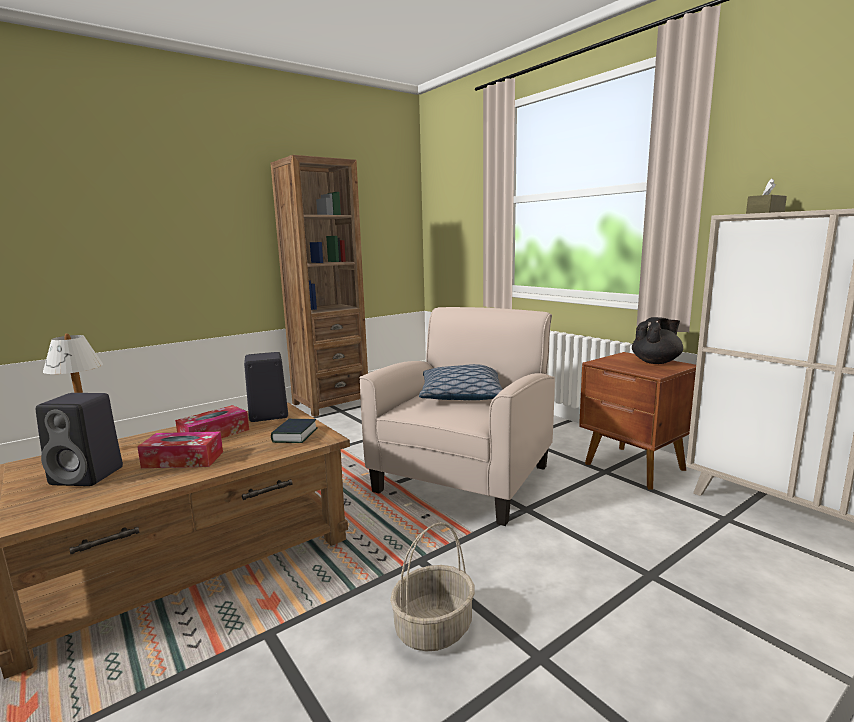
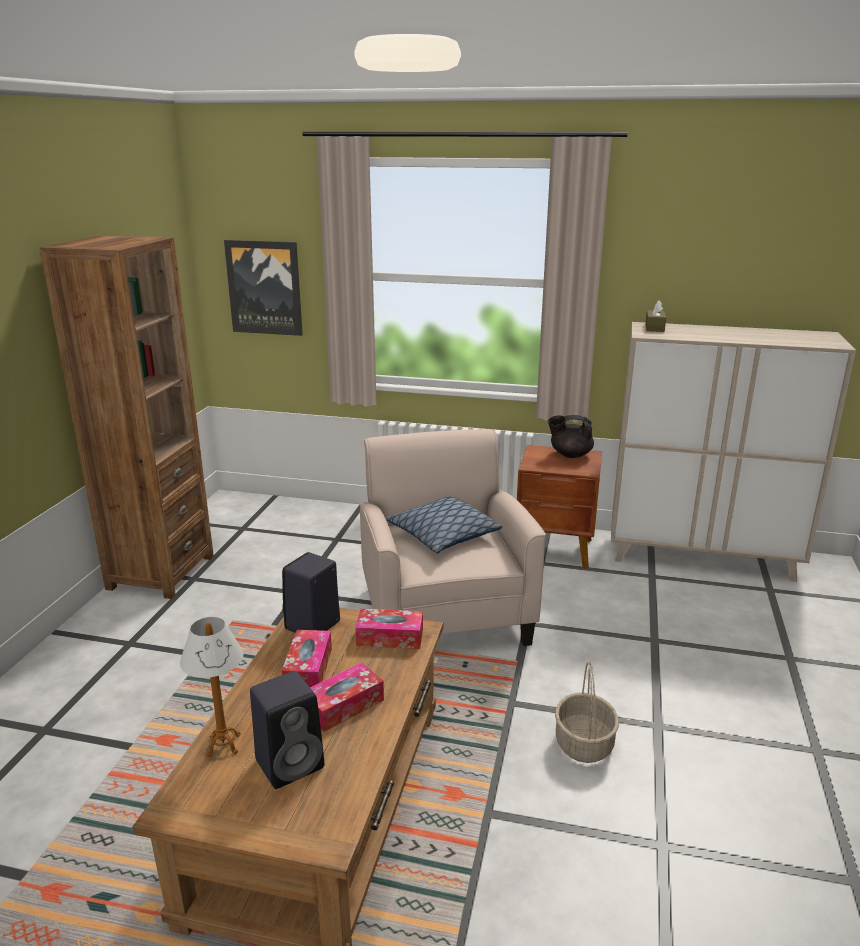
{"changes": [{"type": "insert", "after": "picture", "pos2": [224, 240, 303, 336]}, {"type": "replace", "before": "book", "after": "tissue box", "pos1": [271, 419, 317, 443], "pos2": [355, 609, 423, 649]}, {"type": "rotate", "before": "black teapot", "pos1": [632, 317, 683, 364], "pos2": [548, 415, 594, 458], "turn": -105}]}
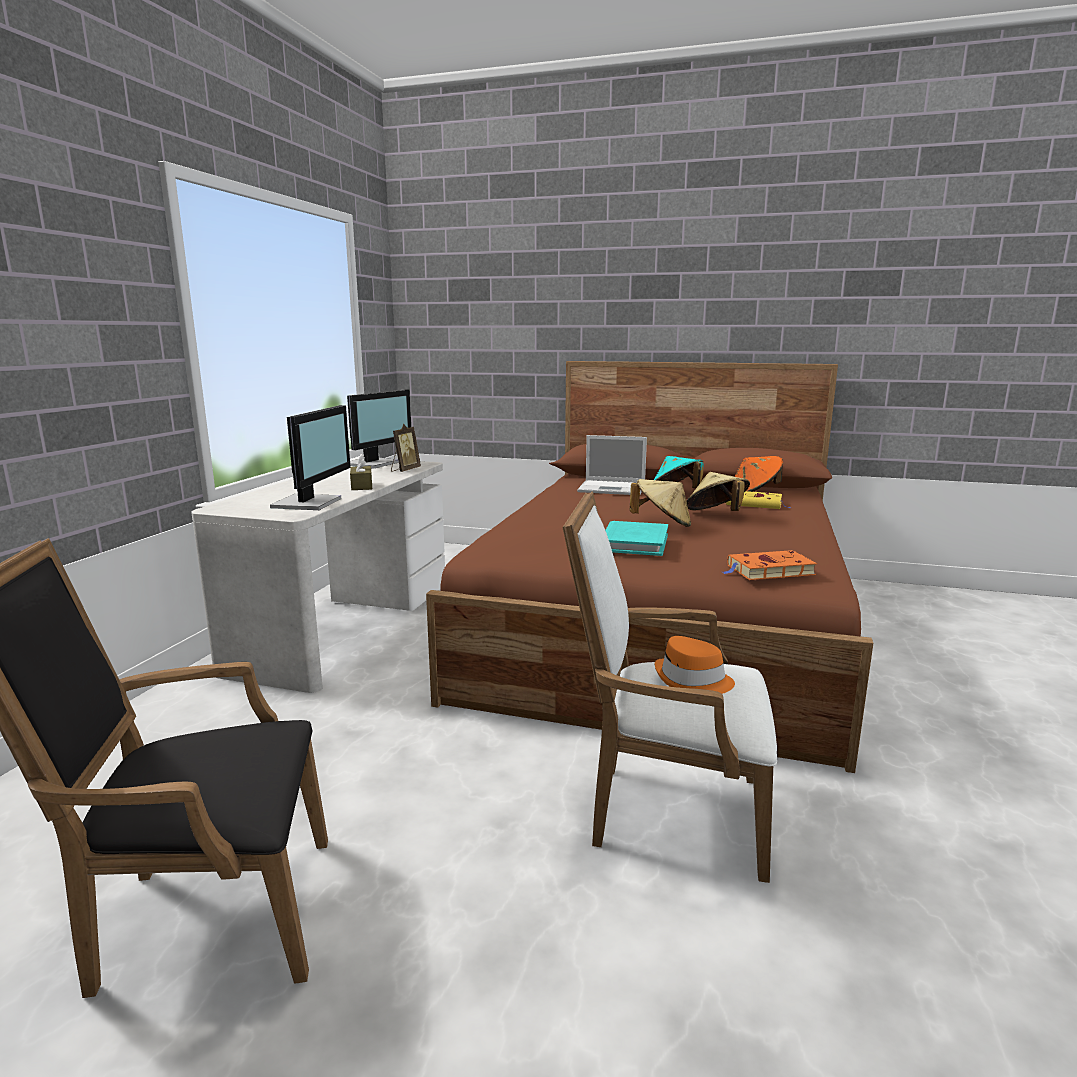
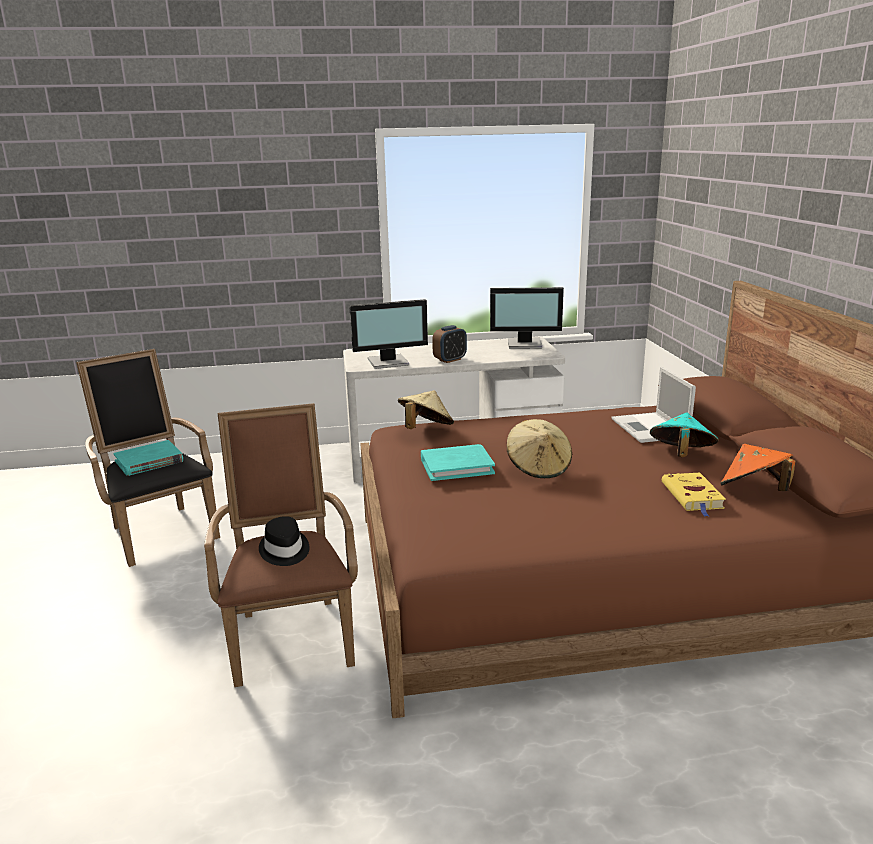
{"changes": [{"type": "insert", "after": "turquoise book", "pos2": [114, 440, 183, 476]}, {"type": "recolor", "before": "white armchair", "after": "brown armchair", "pos1": [562, 491, 777, 883], "pos2": [204, 403, 358, 687]}, {"type": "recolor", "before": "orange hat", "after": "black hat", "pos1": [655, 636, 735, 694], "pos2": [259, 516, 309, 566]}, {"type": "move", "before": "beige hat", "pos1": [686, 472, 750, 511], "pos2": [398, 391, 454, 429]}, {"type": "replace", "before": "brown tissue box", "after": "alarm clock", "pos1": [350, 454, 372, 490], "pos2": [432, 325, 467, 363]}, {"type": "delete", "before": "picture frame", "pos1": [391, 424, 421, 472]}, {"type": "delete", "before": "orange book", "pos1": [723, 550, 817, 580]}]}
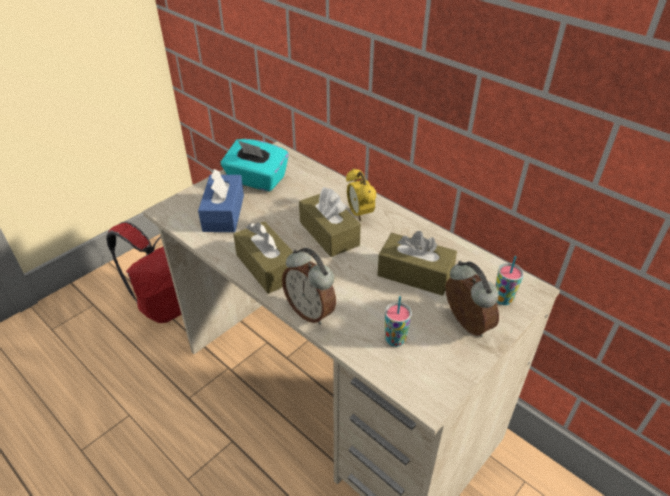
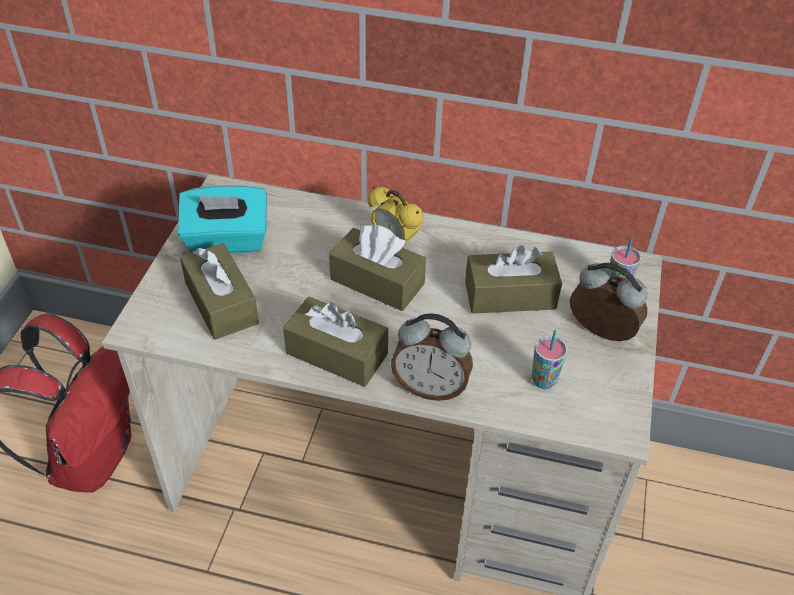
{"changes": [{"type": "recolor", "before": "blue tissue box", "after": "brown tissue box", "pos1": [198, 169, 244, 232], "pos2": [180, 243, 259, 340]}]}
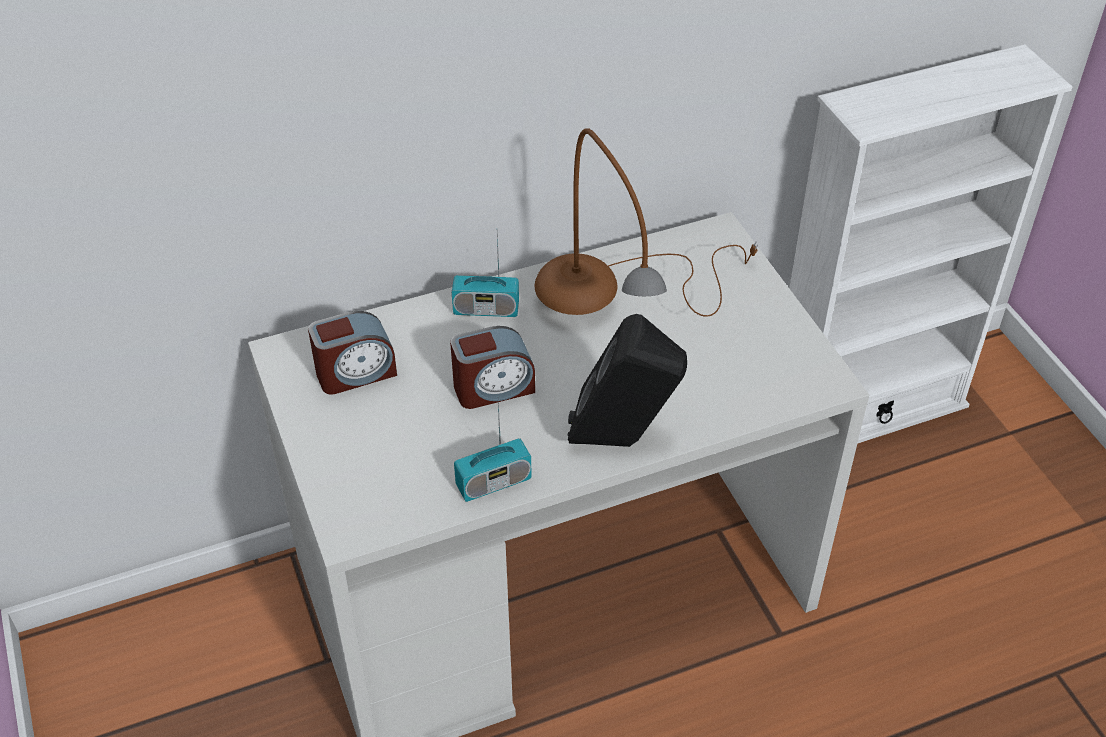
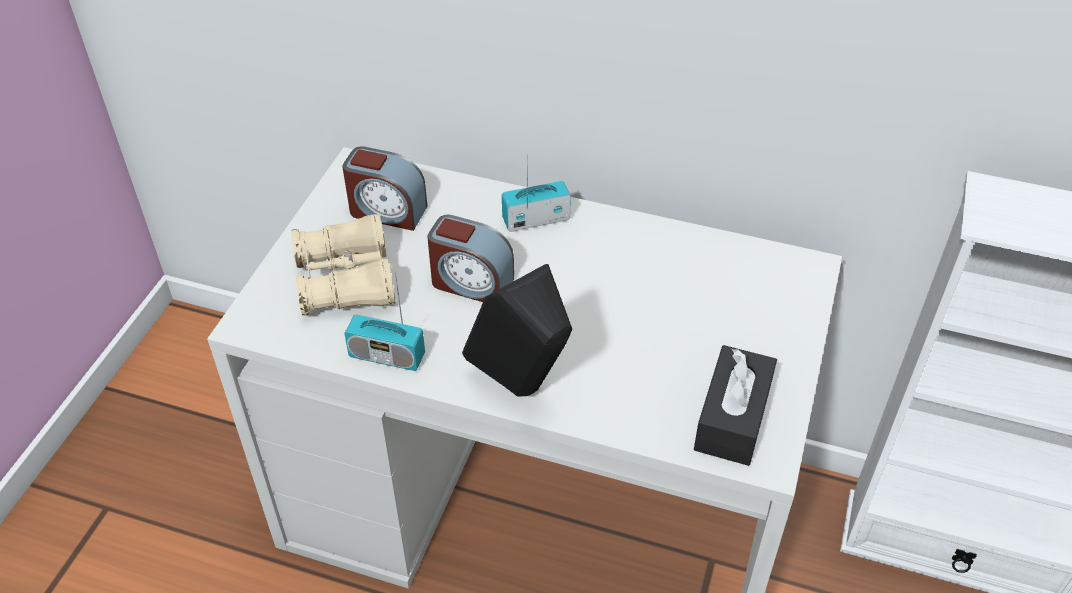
{"changes": [{"type": "insert", "after": "beige binoculars", "pos2": [291, 214, 395, 316]}, {"type": "rotate", "before": "radio", "pos1": [452, 237, 519, 317], "pos2": [502, 173, 571, 232], "turn": 120}, {"type": "insert", "after": "black tissue box", "pos2": [694, 345, 777, 466]}, {"type": "delete", "before": "brown table lamp", "pos1": [535, 128, 758, 317]}]}
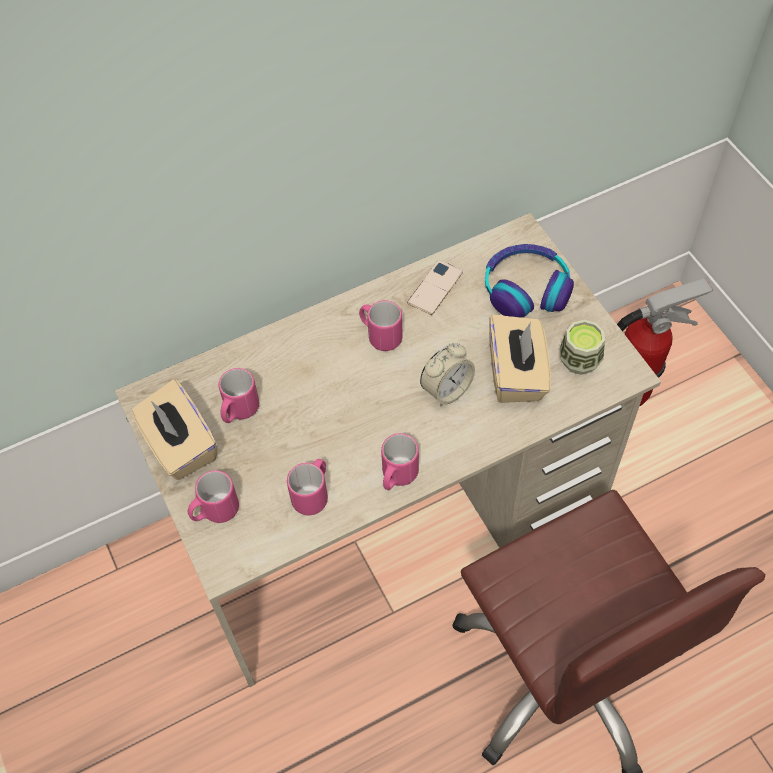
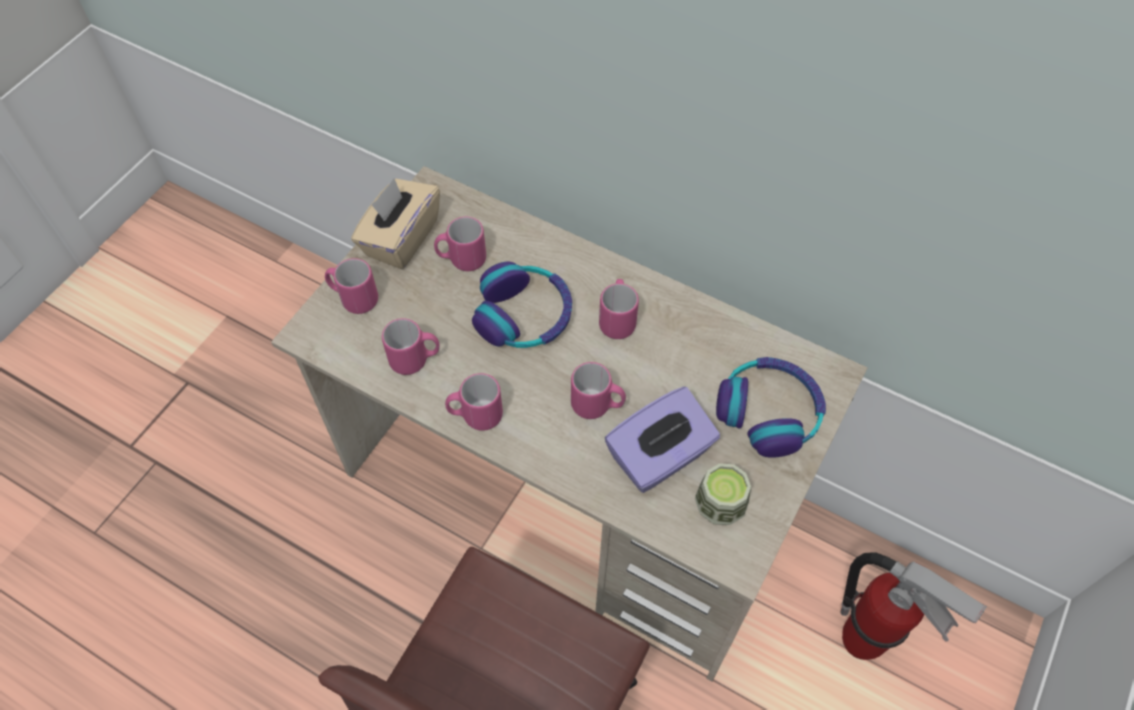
{"changes": [{"type": "insert", "after": "headphones", "pos2": [472, 262, 572, 348]}, {"type": "replace", "before": "alarm clock", "after": "pink mug", "pos1": [420, 343, 475, 406], "pos2": [571, 362, 626, 419]}, {"type": "recolor", "before": "beige tissue box", "after": "purple tissue box", "pos1": [489, 315, 551, 403], "pos2": [605, 387, 720, 493]}, {"type": "delete", "before": "phone", "pos1": [407, 260, 463, 315]}]}
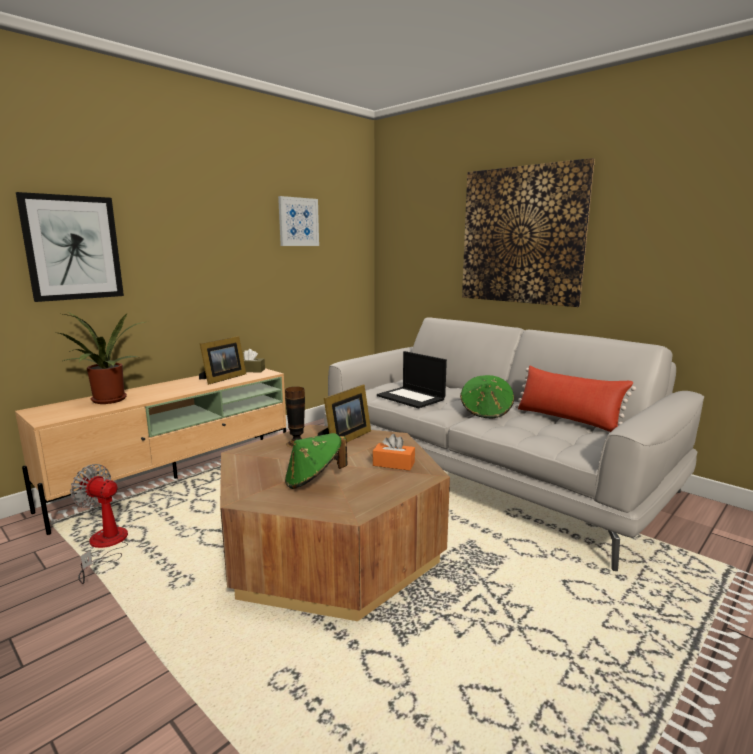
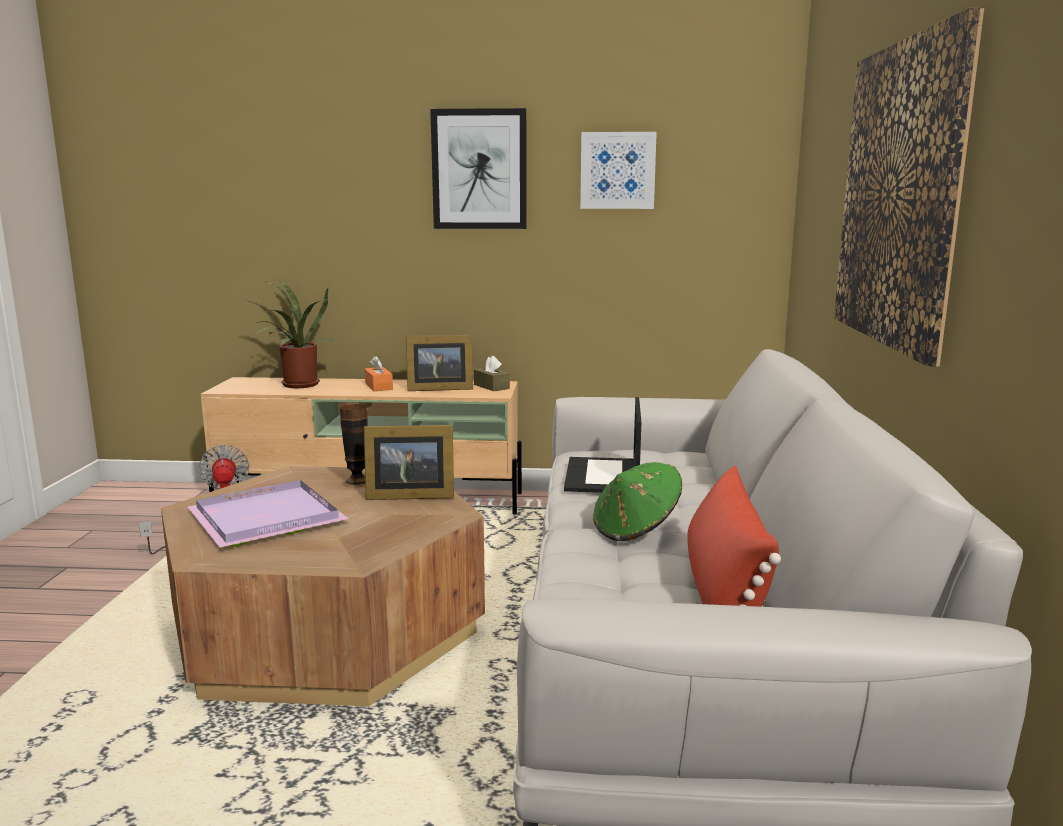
{"changes": [{"type": "replace", "before": "green hat", "after": "purple tray", "pos1": [285, 433, 348, 489], "pos2": [188, 480, 349, 548]}, {"type": "move", "before": "orange tissue box", "pos1": [373, 434, 415, 471], "pos2": [365, 356, 393, 391]}, {"type": "move", "before": "picture", "pos1": [16, 192, 124, 302], "pos2": [430, 108, 527, 229]}]}
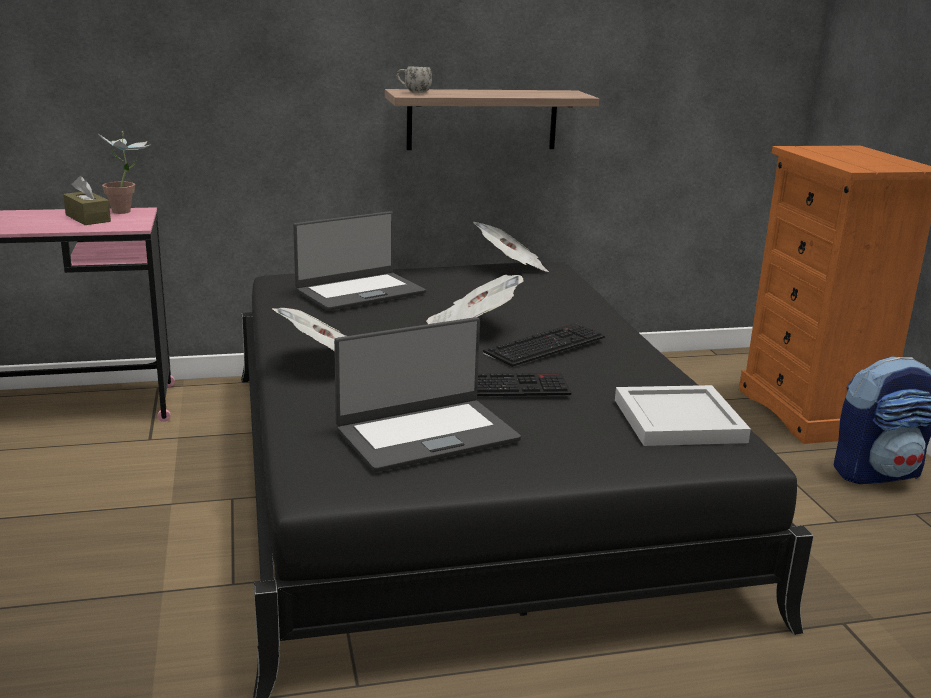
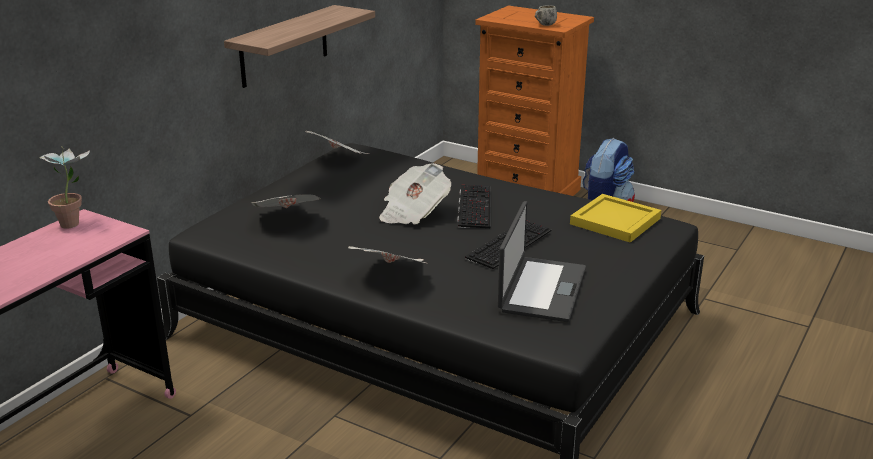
{"changes": [{"type": "replace", "before": "laptop", "after": "newspaper", "pos1": [293, 211, 426, 311], "pos2": [251, 195, 321, 208]}, {"type": "move", "before": "white mug", "pos1": [397, 66, 432, 93], "pos2": [535, 5, 557, 26]}, {"type": "recolor", "before": "white tray", "after": "yellow tray", "pos1": [615, 385, 751, 446], "pos2": [570, 194, 661, 243]}, {"type": "delete", "before": "brown tissue box", "pos1": [63, 176, 111, 225]}]}
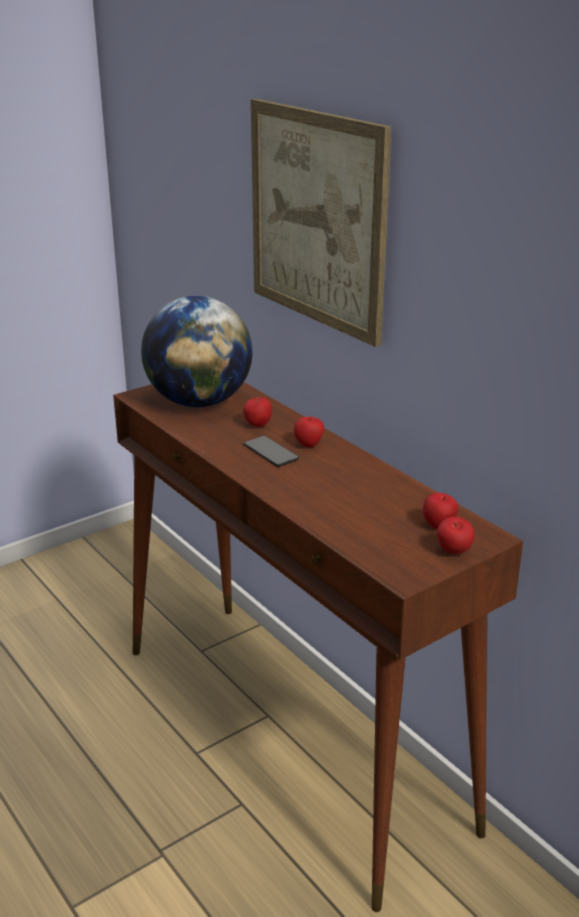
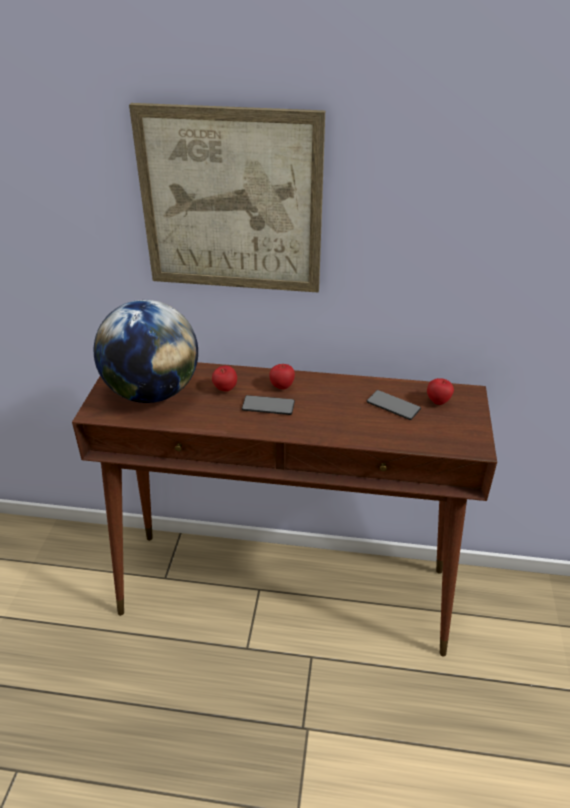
{"changes": [{"type": "insert", "after": "phone", "pos2": [367, 390, 421, 420]}, {"type": "delete", "before": "apple", "pos1": [437, 517, 474, 554]}]}
